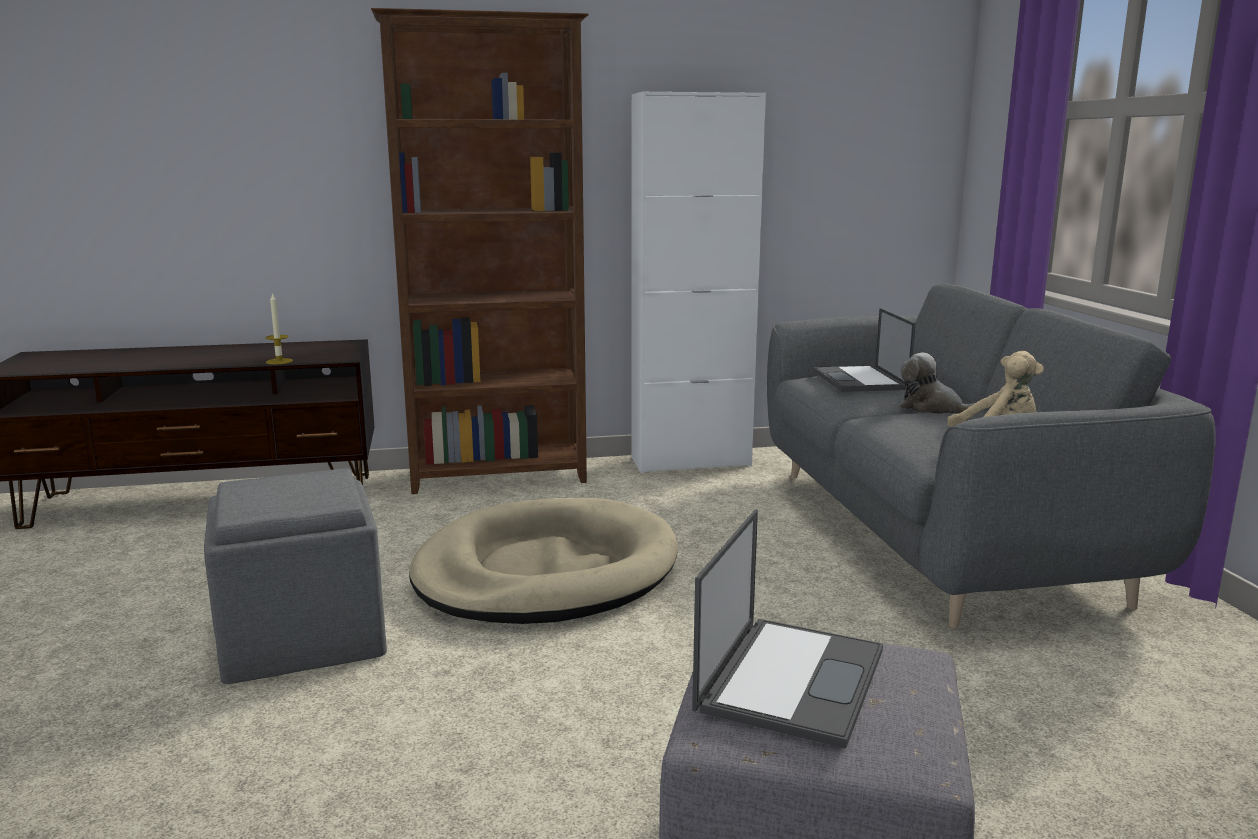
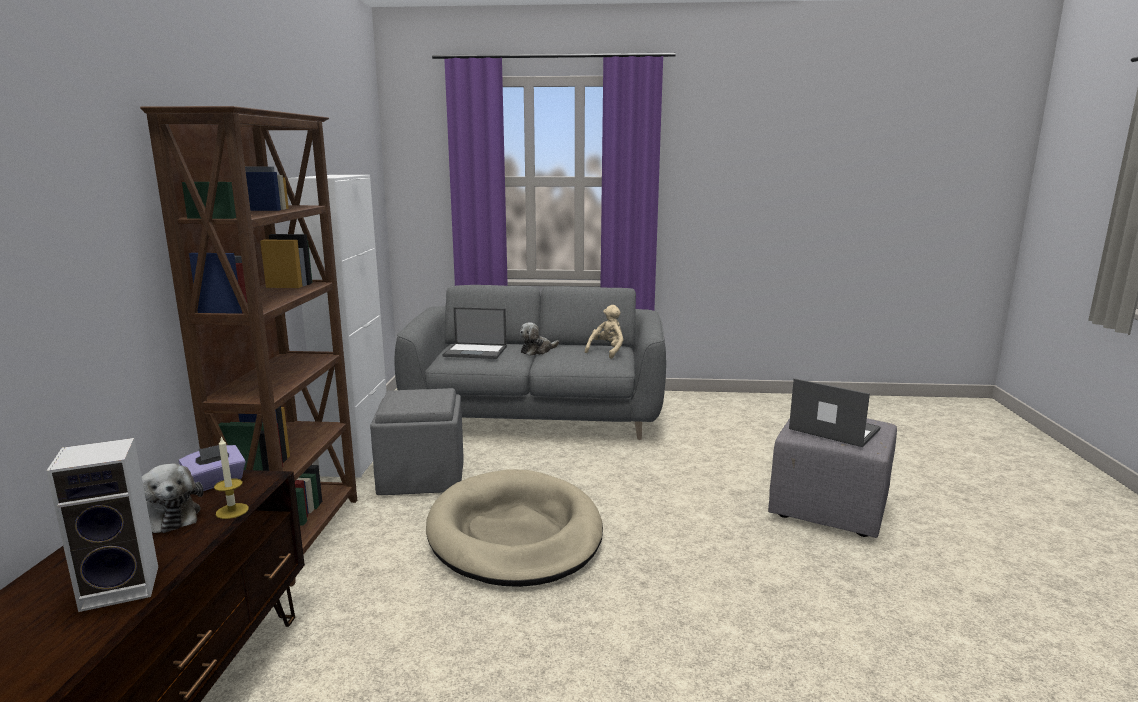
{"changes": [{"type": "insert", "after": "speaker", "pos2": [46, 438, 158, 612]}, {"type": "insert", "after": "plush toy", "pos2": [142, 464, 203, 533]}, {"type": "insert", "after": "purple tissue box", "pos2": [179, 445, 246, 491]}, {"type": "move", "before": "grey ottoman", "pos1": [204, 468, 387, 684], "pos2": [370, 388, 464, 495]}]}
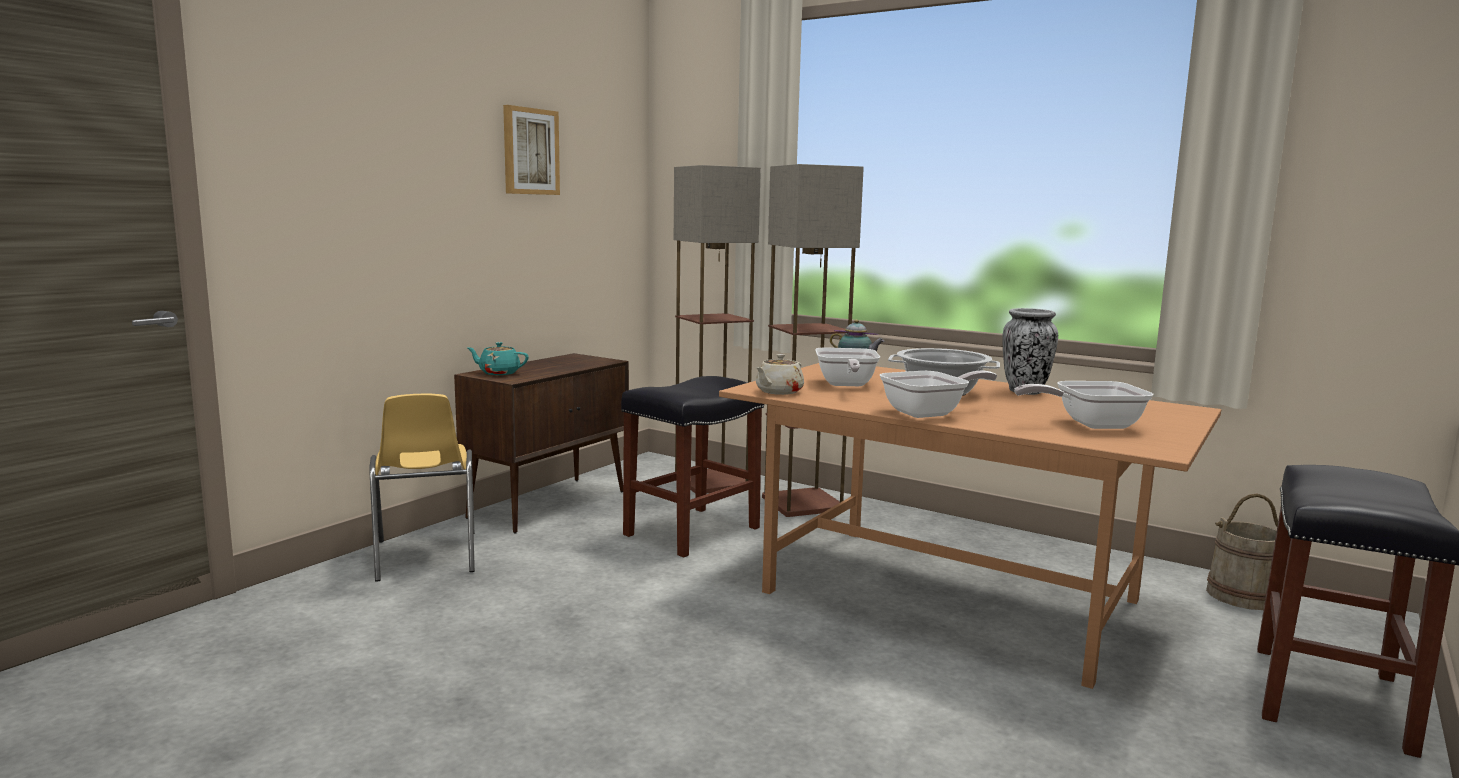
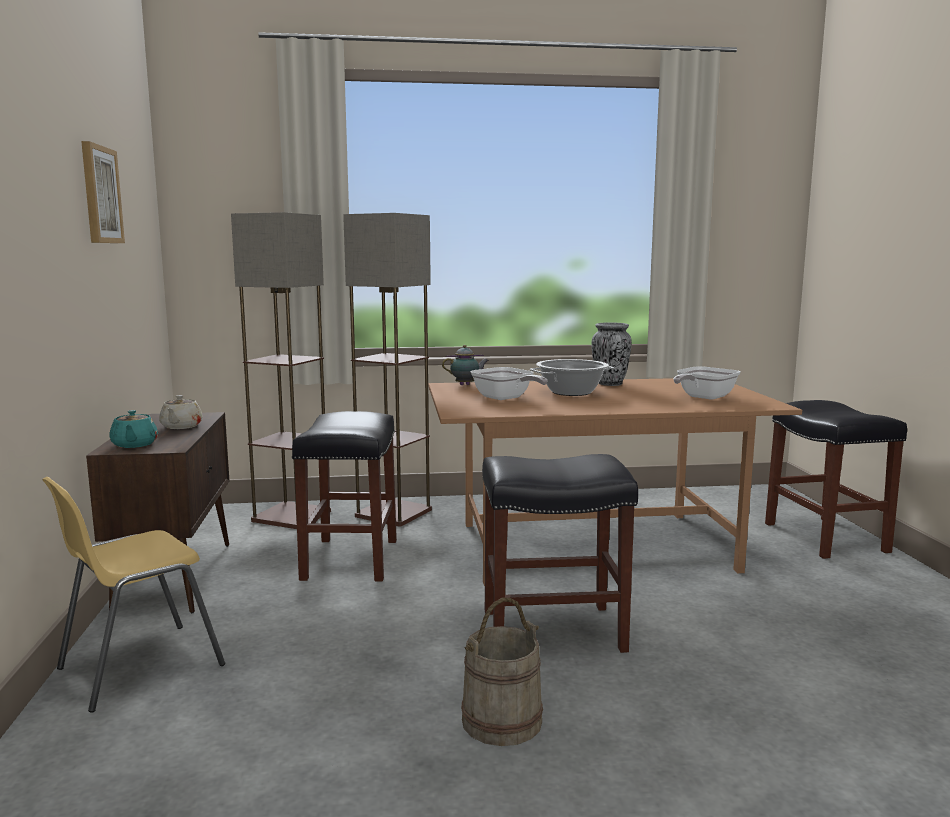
{"changes": [{"type": "rotate", "before": "yellow chair", "pos1": [369, 394, 475, 582], "pos2": [42, 477, 225, 713], "turn": 105}, {"type": "rotate", "before": "turquoise teapot", "pos1": [466, 342, 529, 375], "pos2": [109, 410, 158, 448], "turn": -75}, {"type": "move", "before": "beige teapot", "pos1": [756, 354, 804, 395], "pos2": [159, 395, 203, 429]}, {"type": "move", "before": "beige bucket", "pos1": [1206, 493, 1278, 610], "pos2": [461, 597, 543, 746]}, {"type": "insert", "after": "black stool", "pos2": [482, 454, 638, 653]}, {"type": "delete", "before": "frying pan", "pos1": [880, 370, 997, 418]}]}
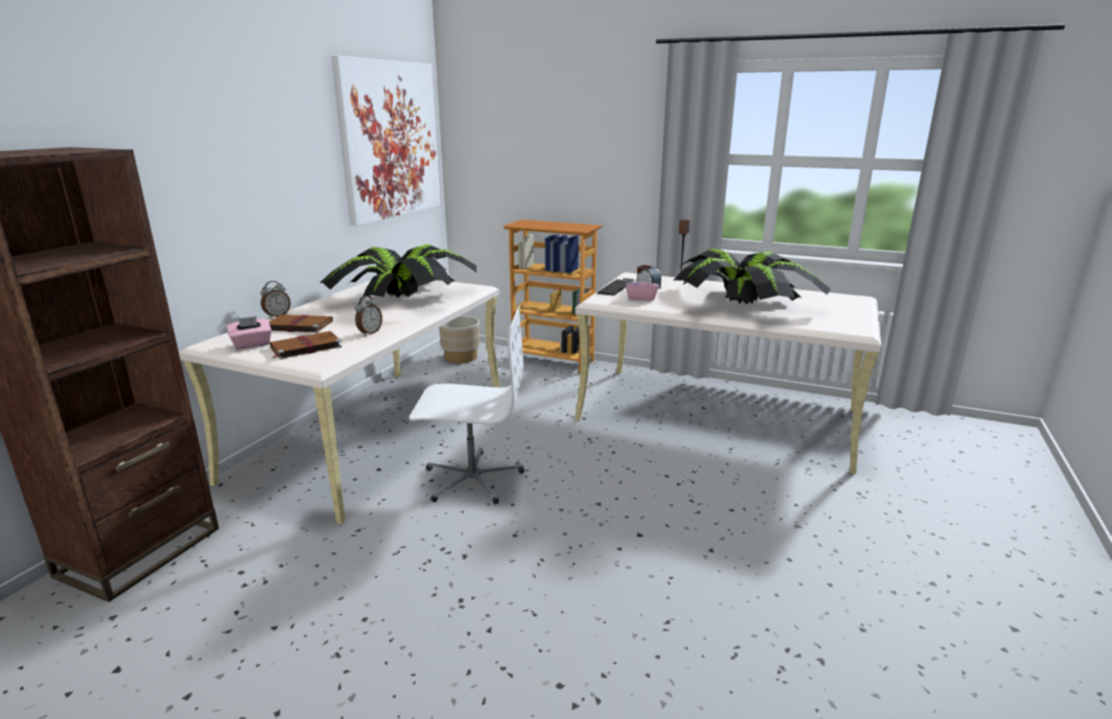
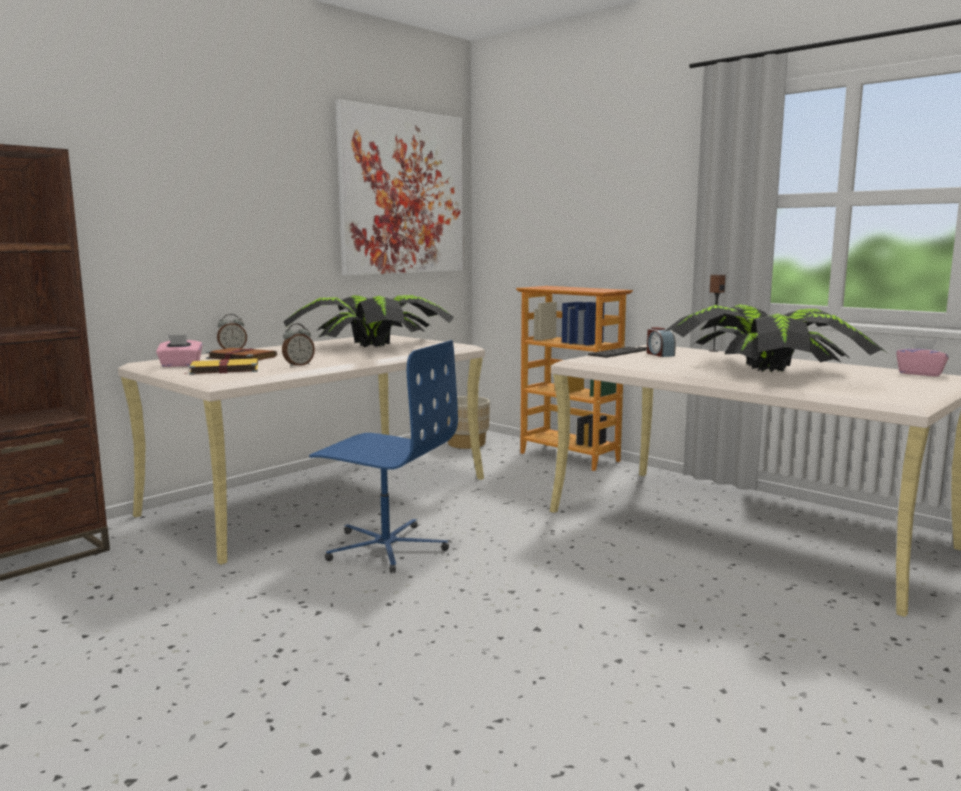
{"changes": [{"type": "recolor", "before": "brown book", "after": "yellow book", "pos1": [270, 331, 342, 360], "pos2": [184, 358, 258, 375]}, {"type": "recolor", "before": "white office chair", "after": "blue office chair", "pos1": [409, 305, 524, 504], "pos2": [309, 340, 458, 573]}, {"type": "move", "before": "pink tissue box", "pos1": [626, 273, 659, 301], "pos2": [896, 339, 949, 376]}]}
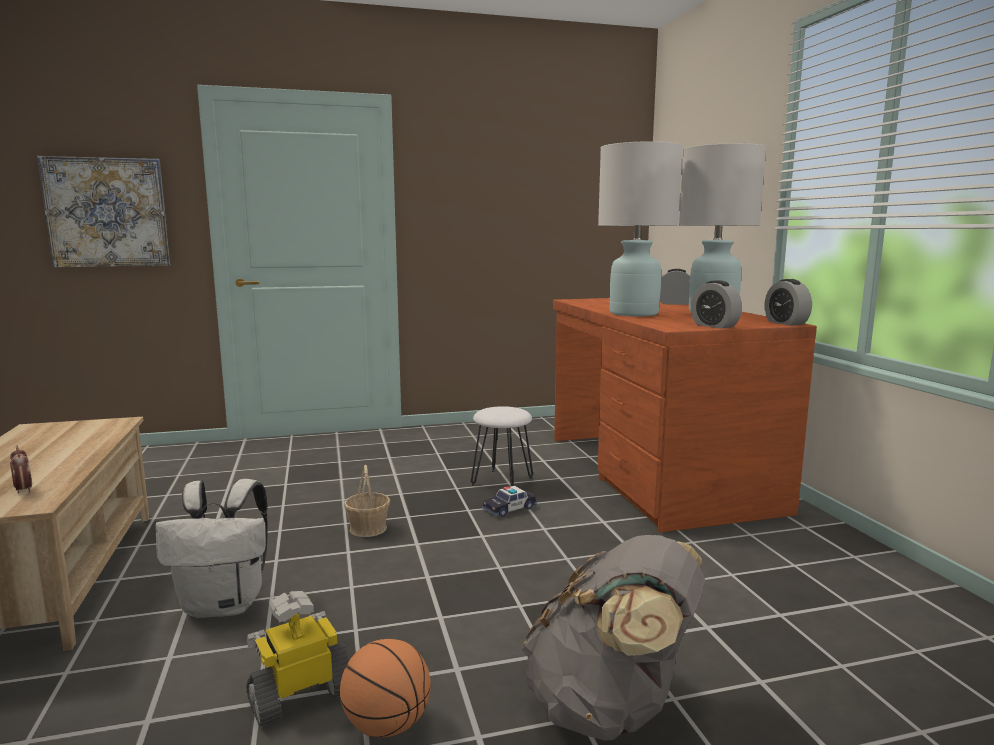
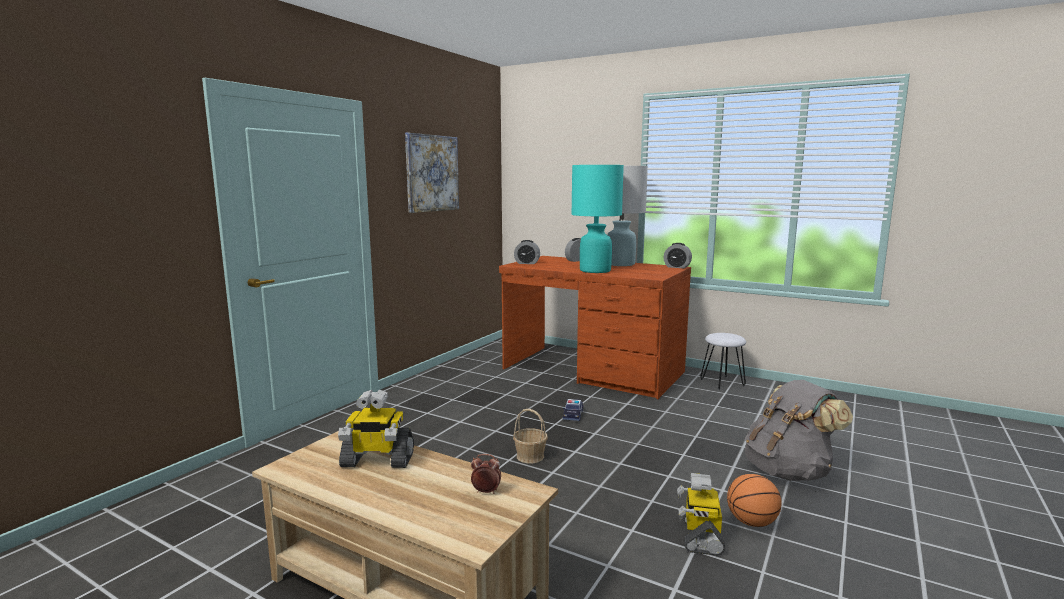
{"changes": [{"type": "insert", "after": "toy robot", "pos2": [338, 390, 414, 468]}, {"type": "move", "before": "picture", "pos1": [37, 156, 170, 267], "pos2": [405, 132, 459, 213]}, {"type": "move", "before": "alarm clock", "pos1": [691, 280, 742, 329], "pos2": [514, 240, 540, 264]}, {"type": "recolor", "before": "white table lamp", "after": "turquoise table lamp", "pos1": [598, 141, 683, 316], "pos2": [571, 165, 624, 273]}, {"type": "move", "before": "white stool", "pos1": [471, 406, 533, 486], "pos2": [700, 333, 746, 390]}, {"type": "delete", "before": "white backpack", "pos1": [155, 479, 268, 618]}]}
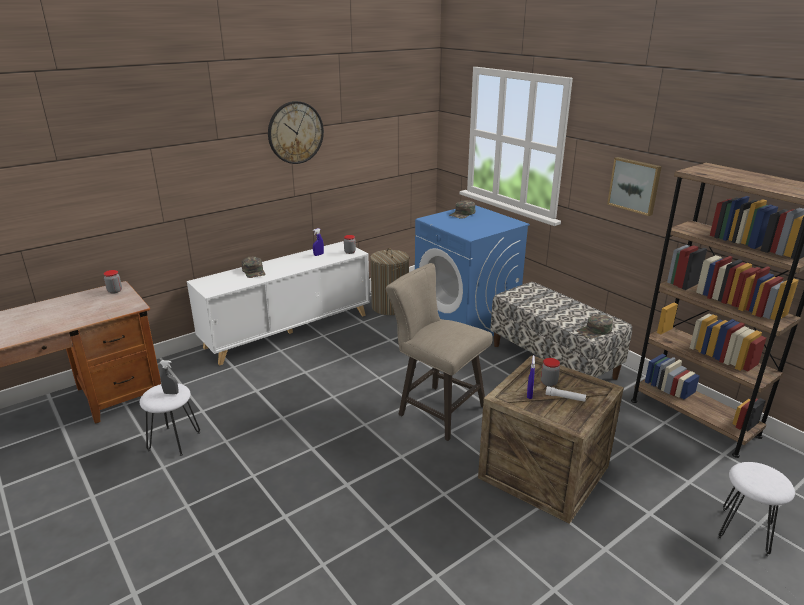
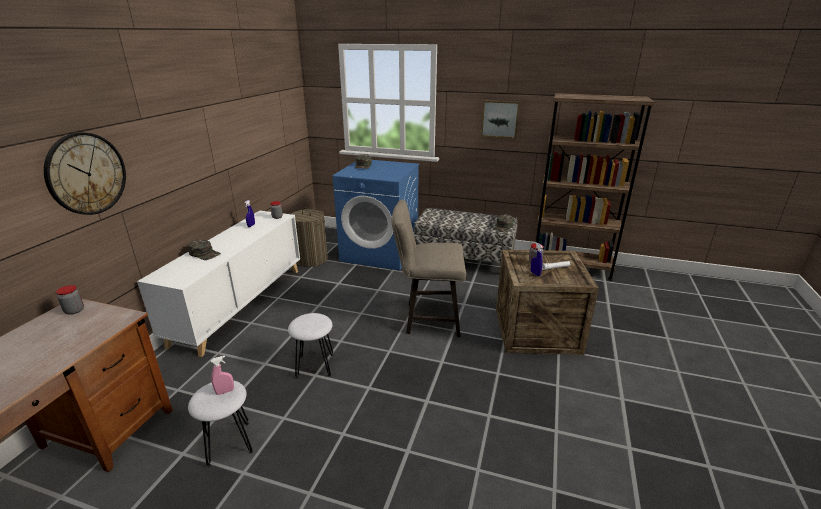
{"changes": [{"type": "move", "before": "wall clock", "pos1": [268, 101, 324, 164], "pos2": [44, 132, 126, 215]}, {"type": "recolor", "before": "grey spray bottle", "after": "pink spray bottle", "pos1": [160, 360, 179, 395], "pos2": [211, 356, 234, 395]}, {"type": "move", "before": "white stool", "pos1": [718, 462, 795, 556], "pos2": [288, 313, 333, 378]}]}
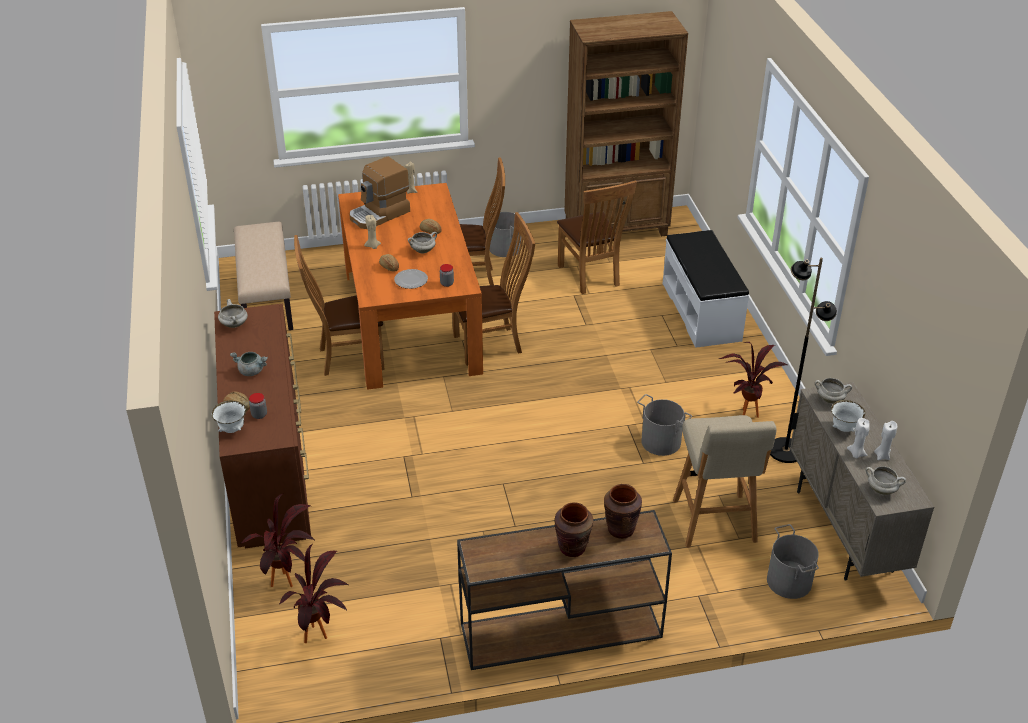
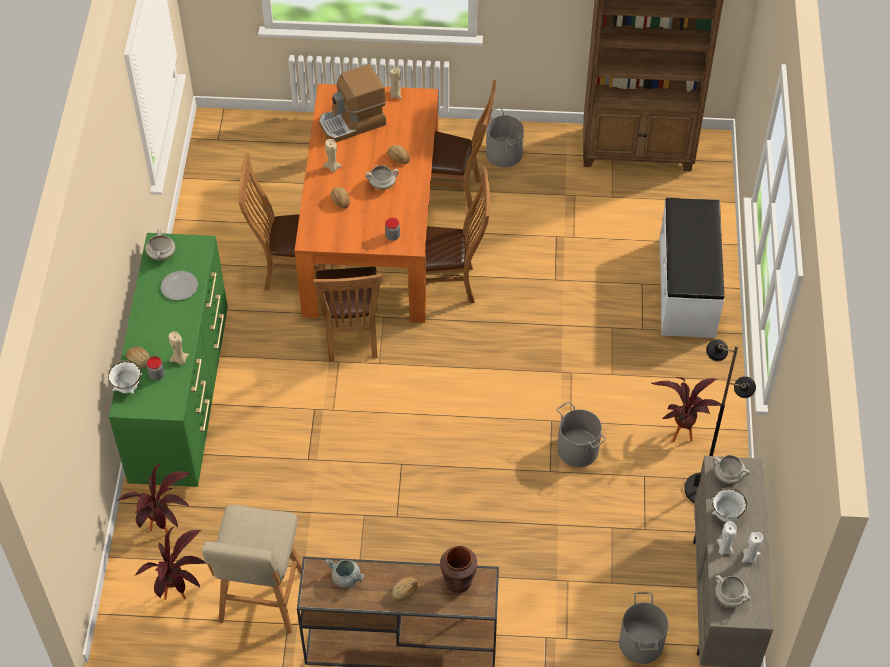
{"changes": [{"type": "recolor", "before": "brown dresser", "after": "green dresser", "pos1": [214, 304, 311, 549], "pos2": [109, 233, 228, 487]}, {"type": "move", "before": "plate", "pos1": [394, 269, 428, 289], "pos2": [161, 271, 198, 300]}, {"type": "insert", "after": "beige candle", "pos2": [169, 331, 189, 365]}, {"type": "move", "before": "beige stool", "pos1": [673, 415, 777, 548], "pos2": [202, 504, 302, 634]}, {"type": "move", "before": "brown chair", "pos1": [557, 181, 637, 294], "pos2": [313, 267, 381, 362]}, {"type": "move", "before": "grey cooking pot", "pos1": [230, 352, 268, 376], "pos2": [325, 559, 364, 588]}, {"type": "replace", "before": "brown vase", "after": "bread", "pos1": [555, 502, 593, 557], "pos2": [392, 576, 418, 601]}, {"type": "delete", "before": "beige bench", "pos1": [234, 222, 293, 330]}]}
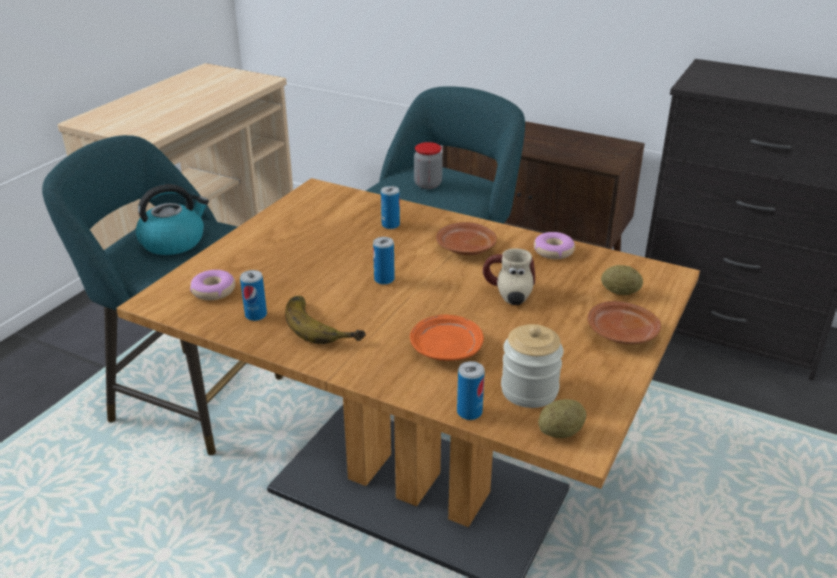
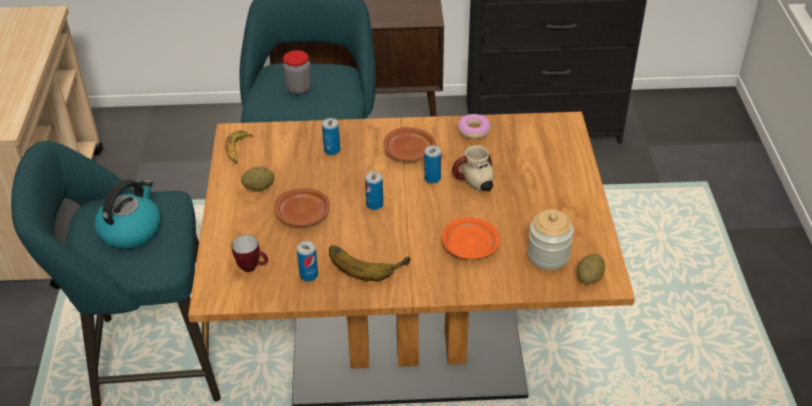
{"changes": [{"type": "insert", "after": "banana", "pos2": [225, 130, 253, 163]}, {"type": "replace", "before": "donut", "after": "mug", "pos1": [190, 270, 235, 300], "pos2": [231, 235, 268, 272]}, {"type": "move", "before": "potato", "pos1": [601, 265, 643, 295], "pos2": [241, 166, 275, 191]}, {"type": "move", "before": "brown plate", "pos1": [588, 301, 661, 344], "pos2": [274, 188, 330, 226]}, {"type": "move", "before": "can", "pos1": [457, 361, 485, 420], "pos2": [424, 146, 441, 183]}]}
